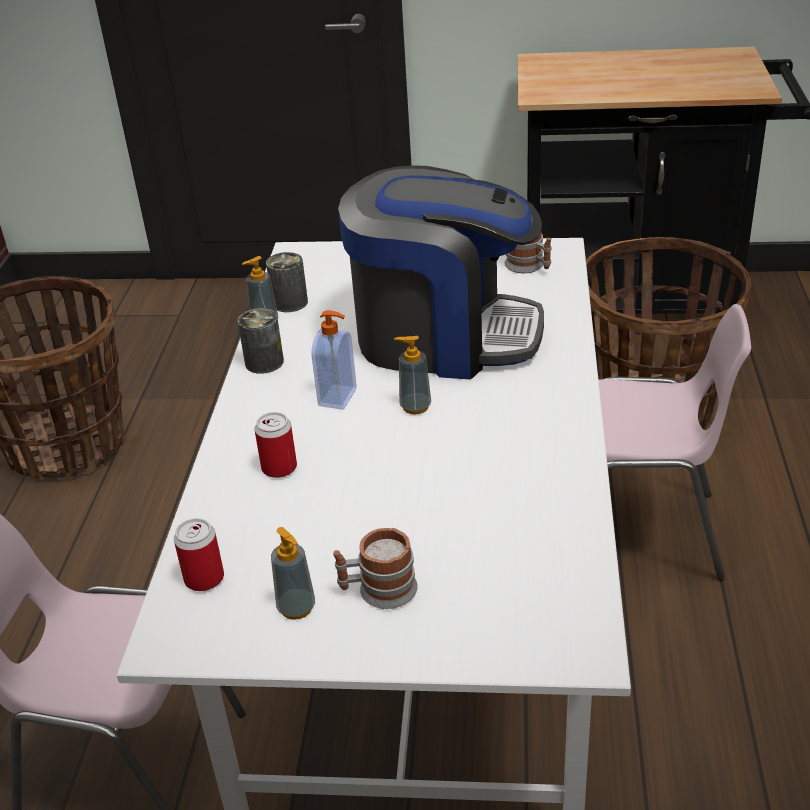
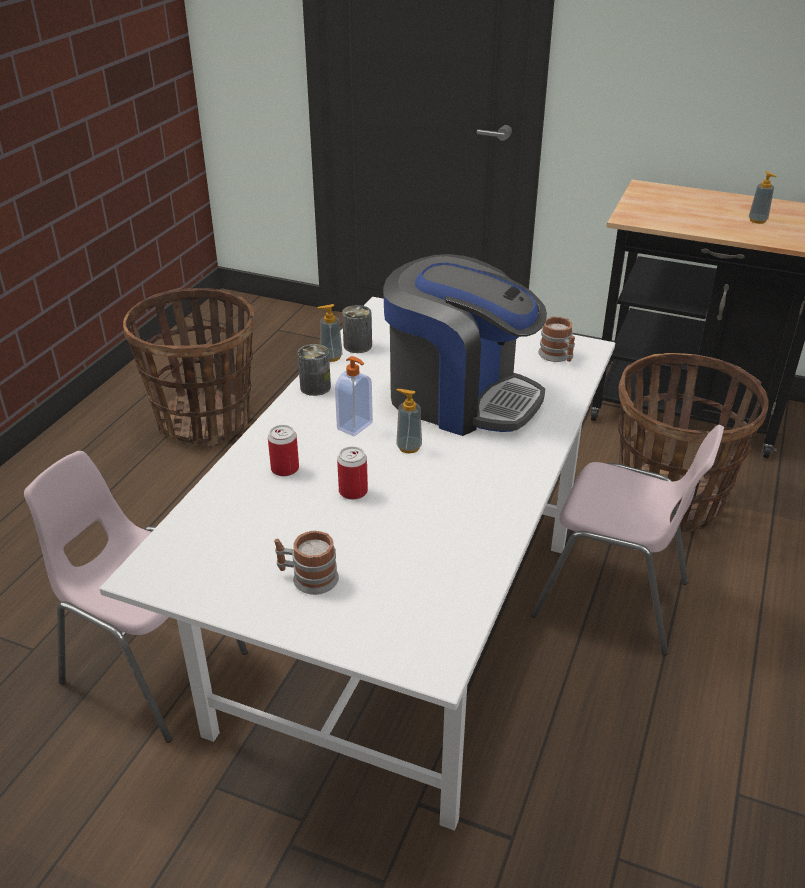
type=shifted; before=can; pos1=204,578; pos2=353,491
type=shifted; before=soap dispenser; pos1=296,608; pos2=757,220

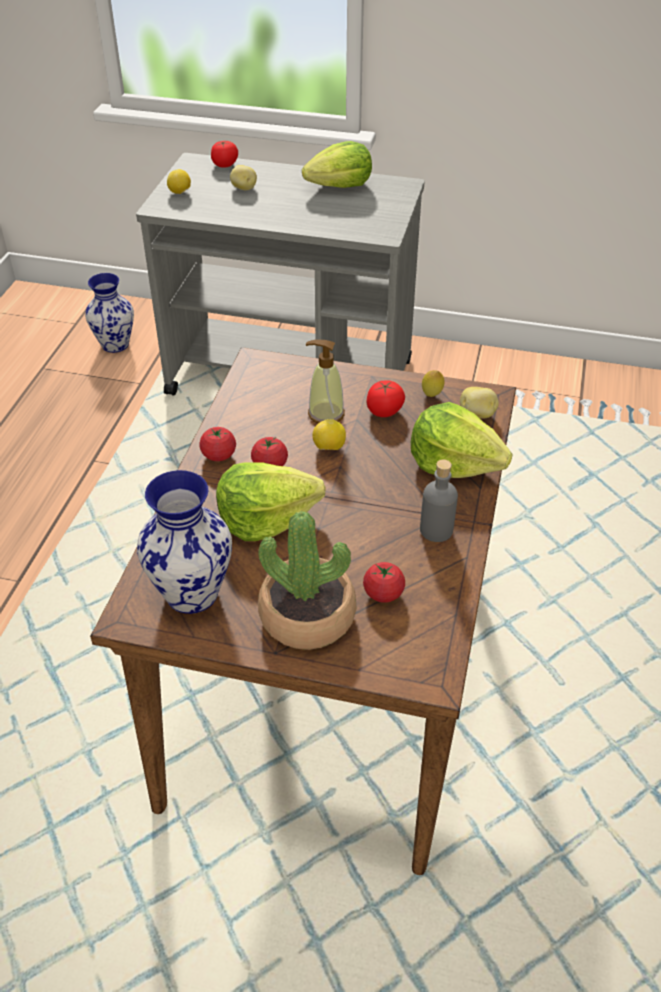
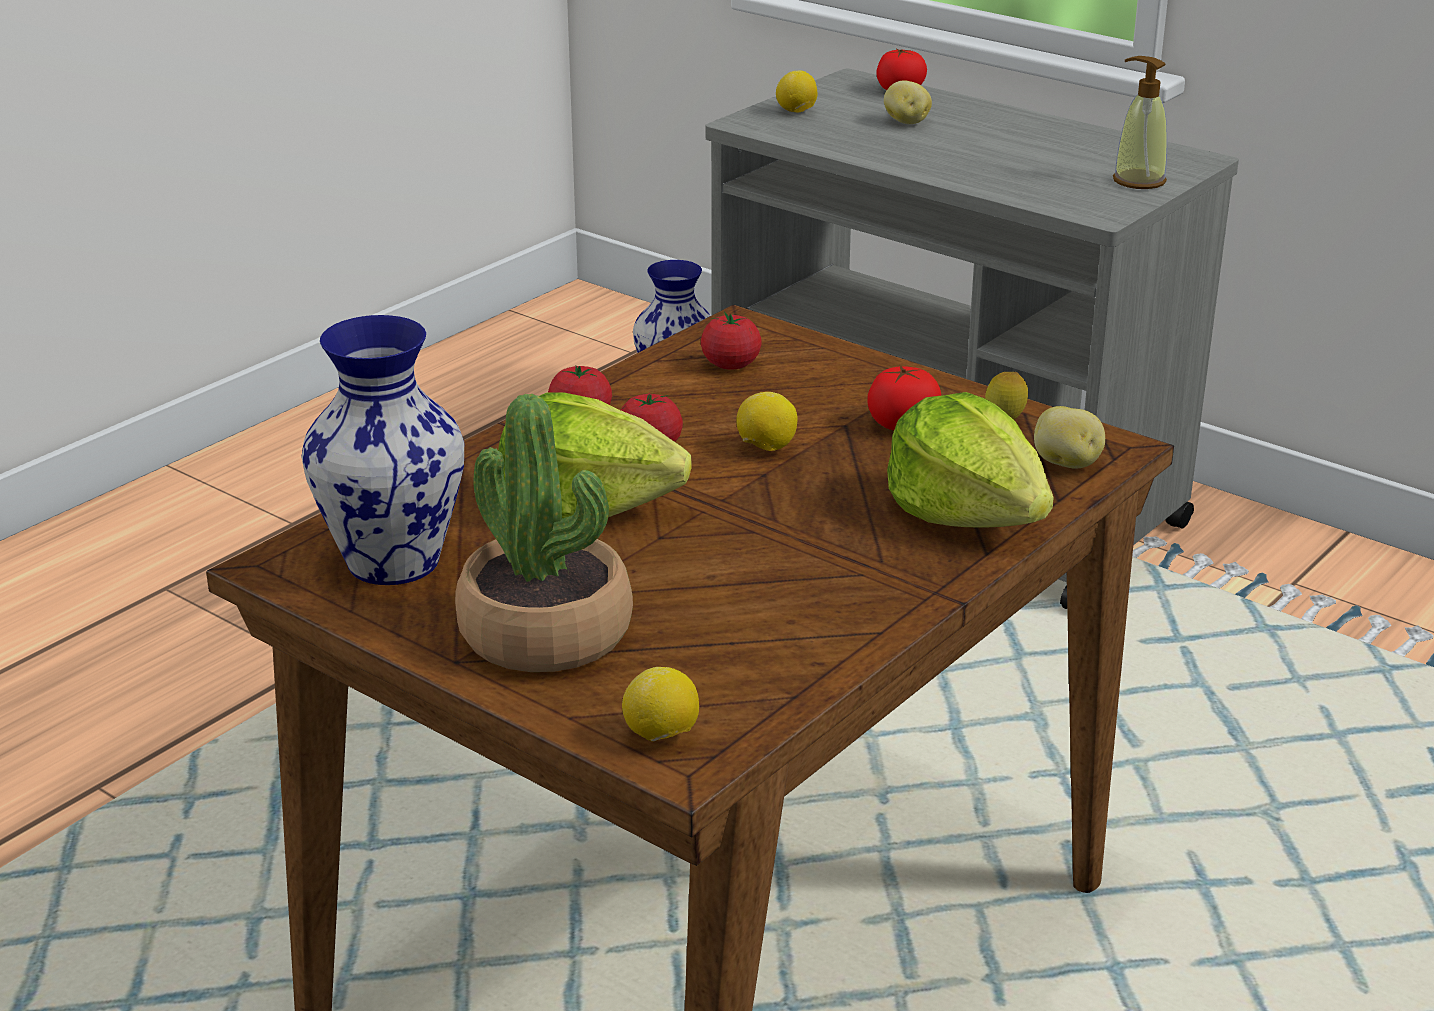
type=new; after=lemon; pos2=661,736
type=shifted; before=tomato; pos1=383,593; pos2=731,364
type=shifted; before=soap dispenser; pos1=325,414; pos2=1138,181
type=gone; before=lettuce; pos1=340,186
type=gone; before=grey bottle; pos1=436,530

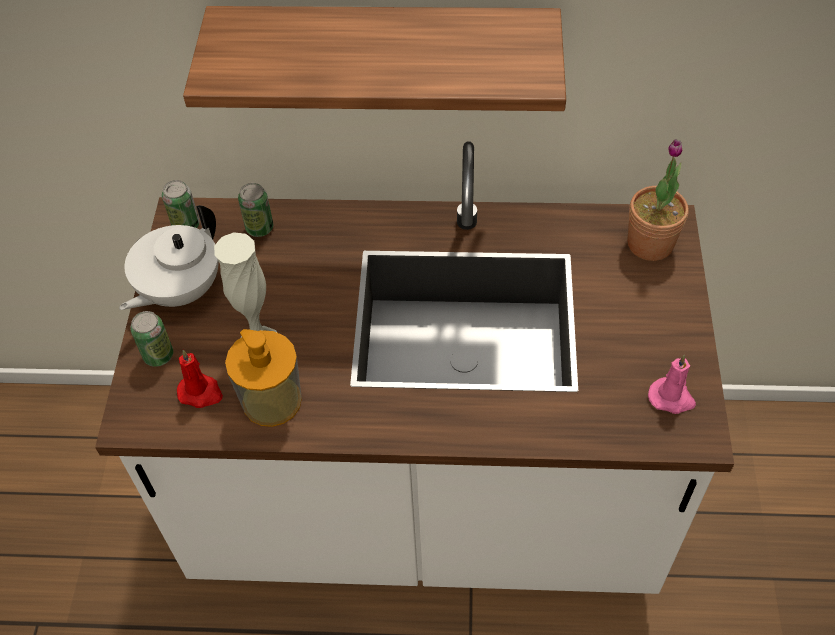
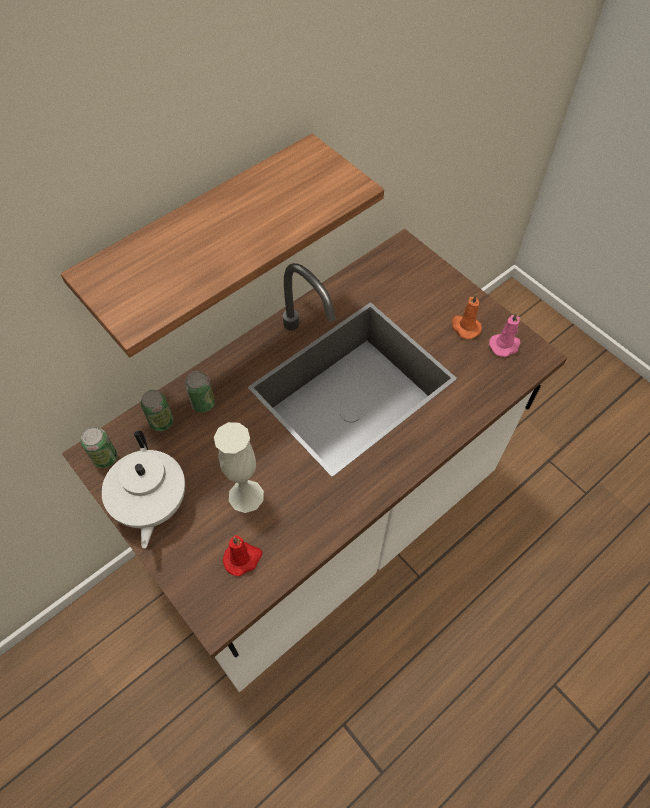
type=shifted; before=can; pos1=158,355; pos2=203,403
type=new; after=orange candle; pos2=465,327
type=gone; before=soap dispenser; pos1=272,400
type=gone; before=potted plant; pos1=650,244

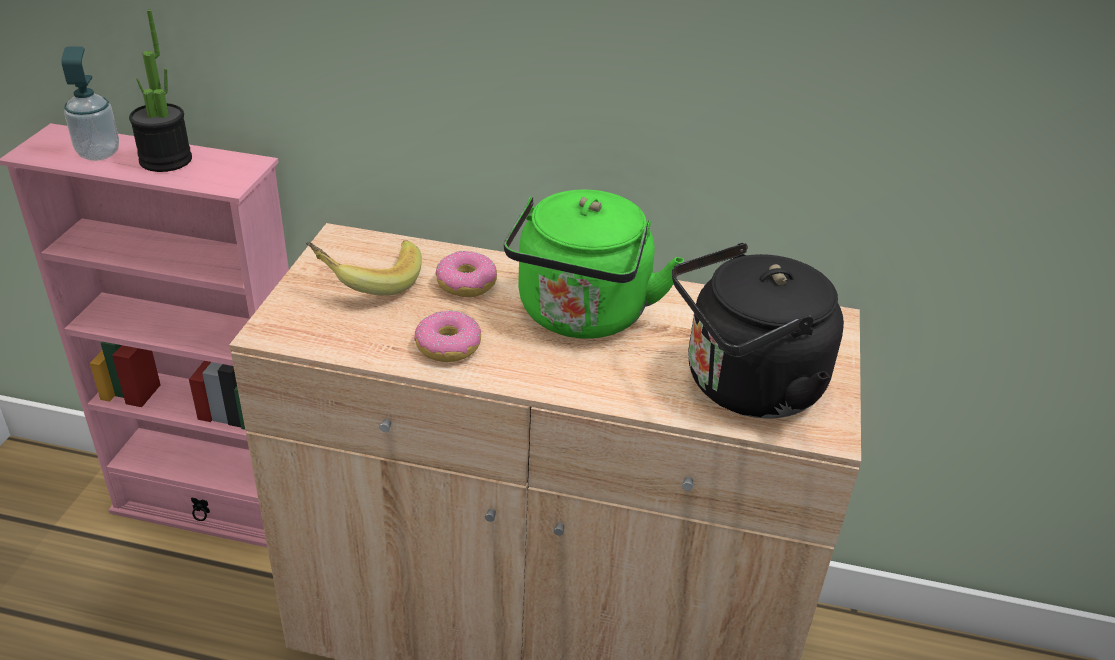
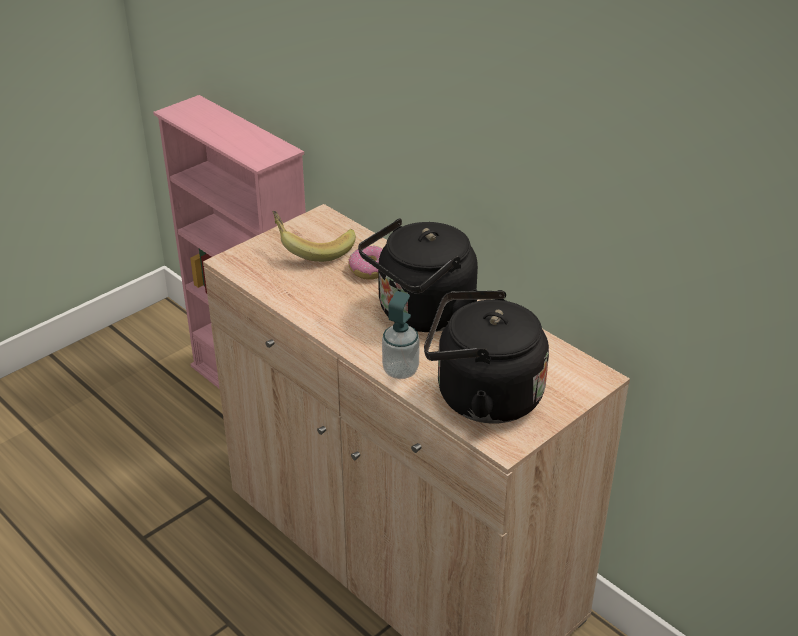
type=repainted; before=green kettle; after=black kettle; pos1=581,316; pos2=422,315
type=shifted; before=soap dispenser; pos1=98,153; pos2=400,371
type=gone; before=potted plant; pos1=166,160
type=gone; before=donut; pos1=448,346

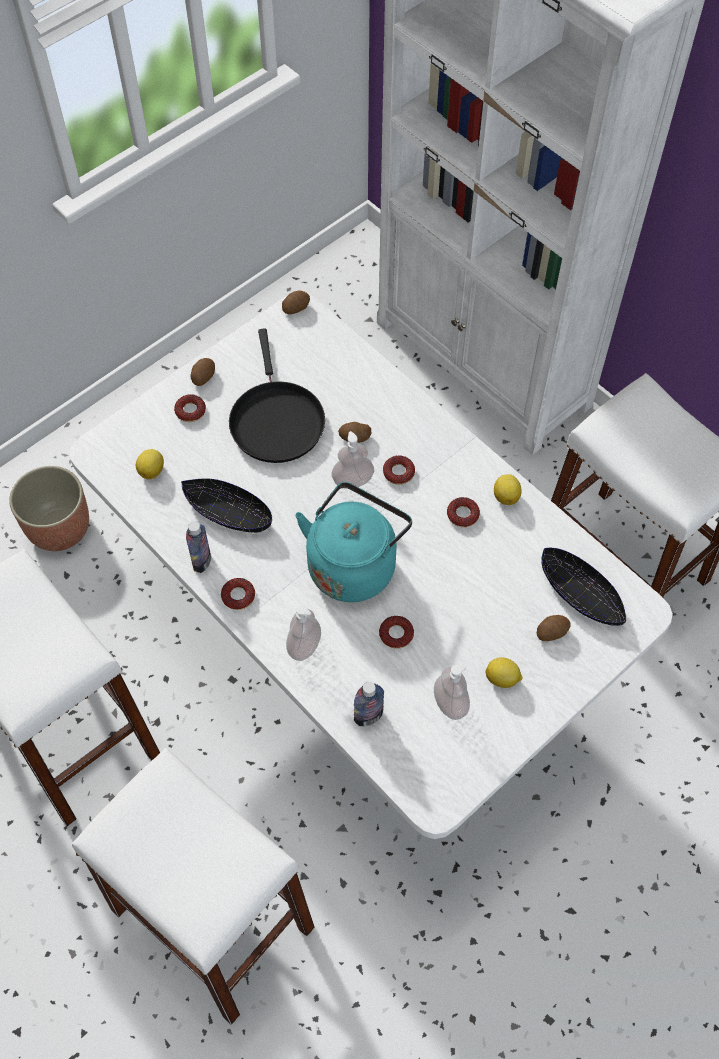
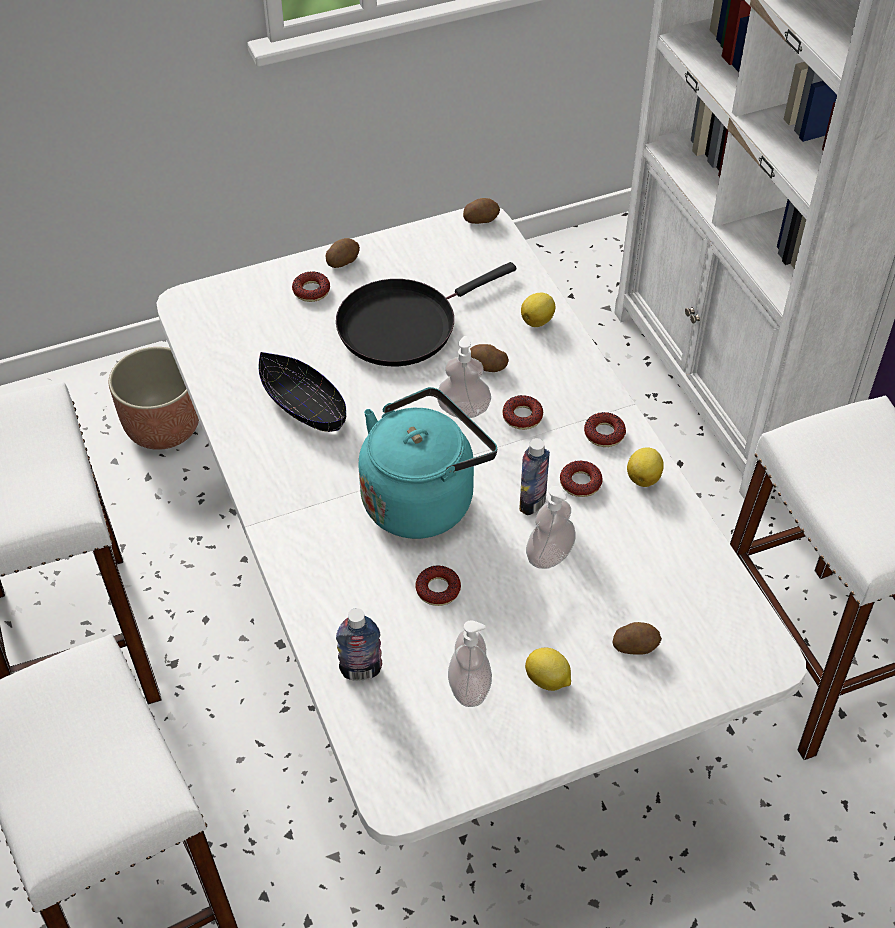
type=rotated; before=black frying pan; pos1=275,420; pos2=403,325; turn=45
type=shifted; before=bottle; pos1=202,561; pos2=532,503
type=shifted; before=lemon; pos1=152,470; pos2=538,320
type=shifted; before=soap dispenser; pos1=304,645; pos2=549,555
type=shifted; before=donut; pos1=238,596; pos2=604,434
type=gone; before=black bowl; pos1=580,594

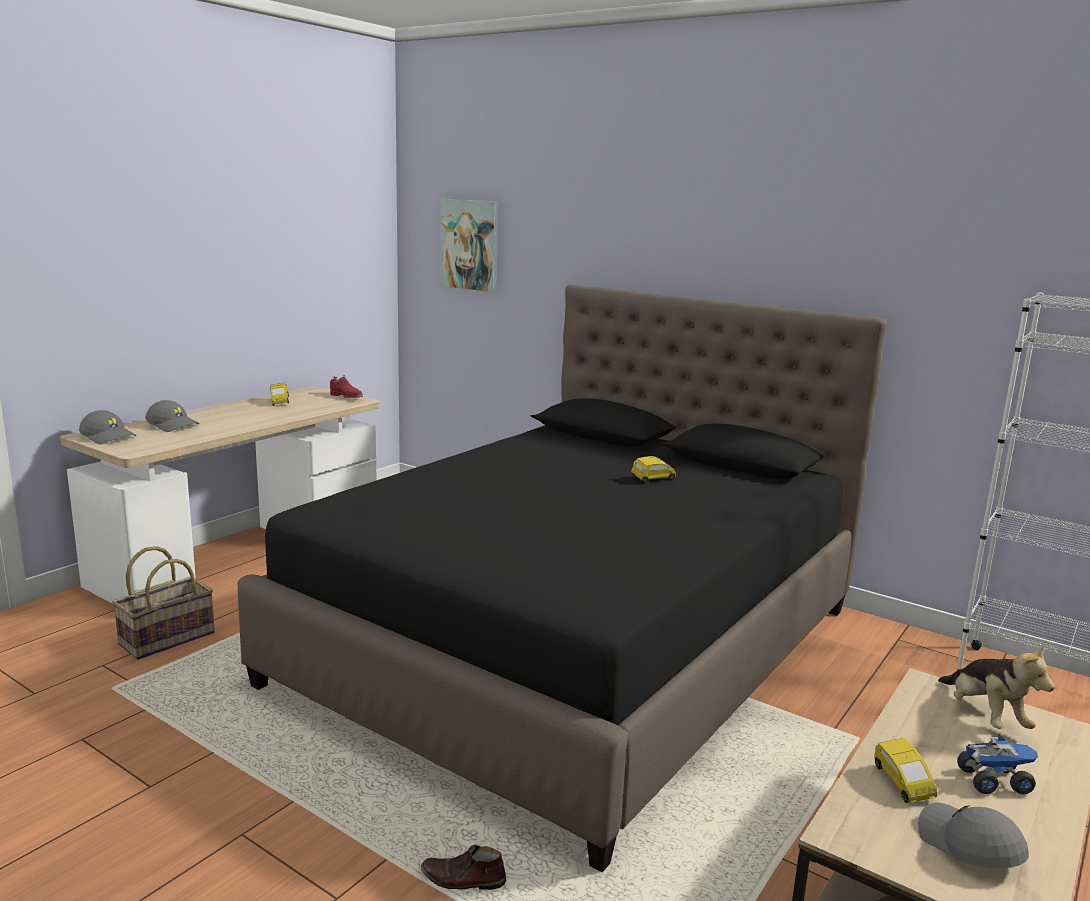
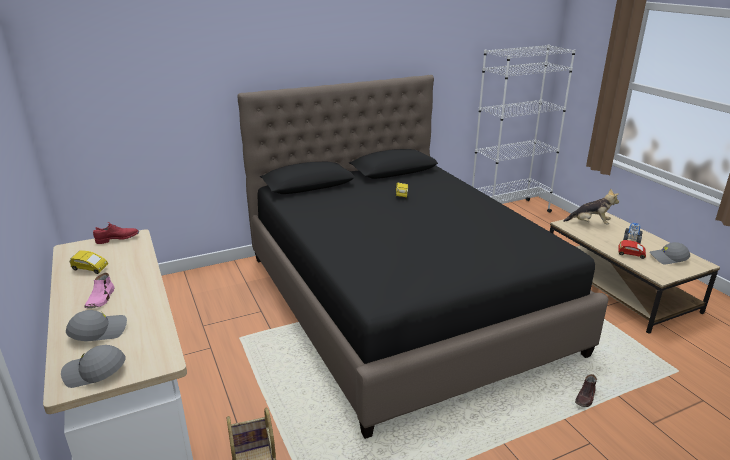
type=rotated; before=grey cap; pos1=109,437; pos2=94,373; turn=-150
type=new; after=pink shoe; pos2=101,299
type=repainted; before=yellow toy car; after=red toy car; pos1=901,783; pos2=631,255
type=gone; before=picture; pos1=470,244

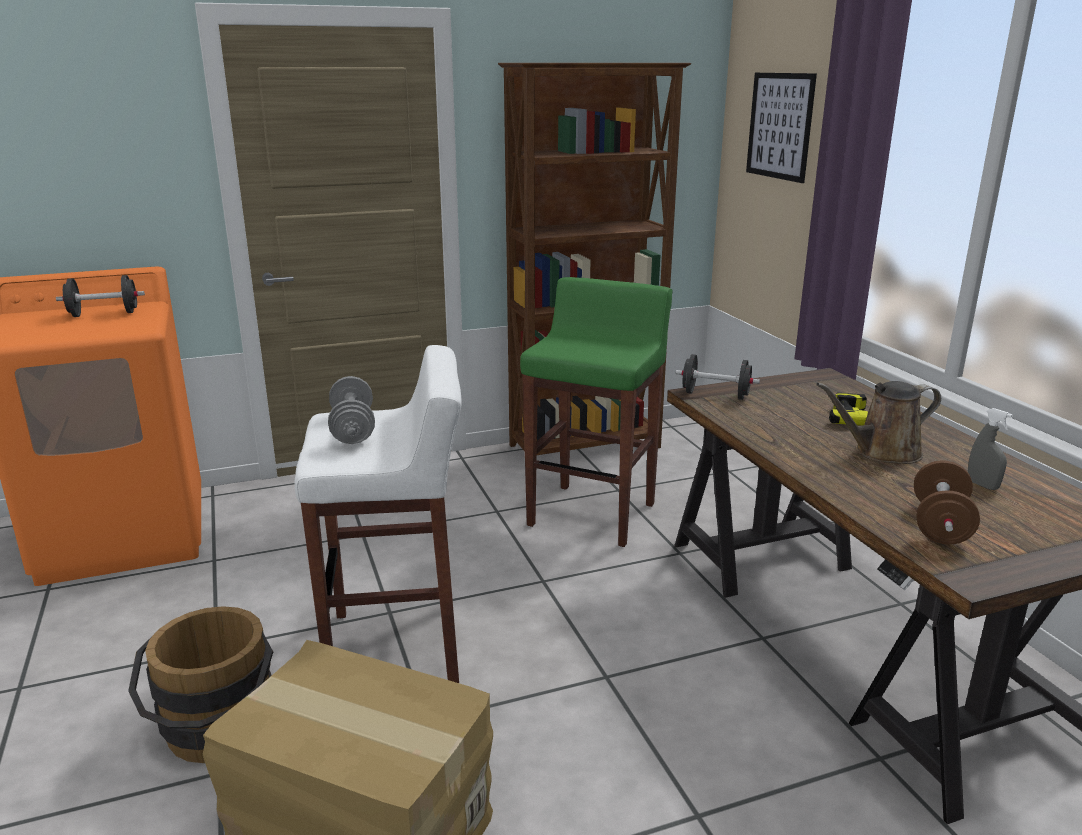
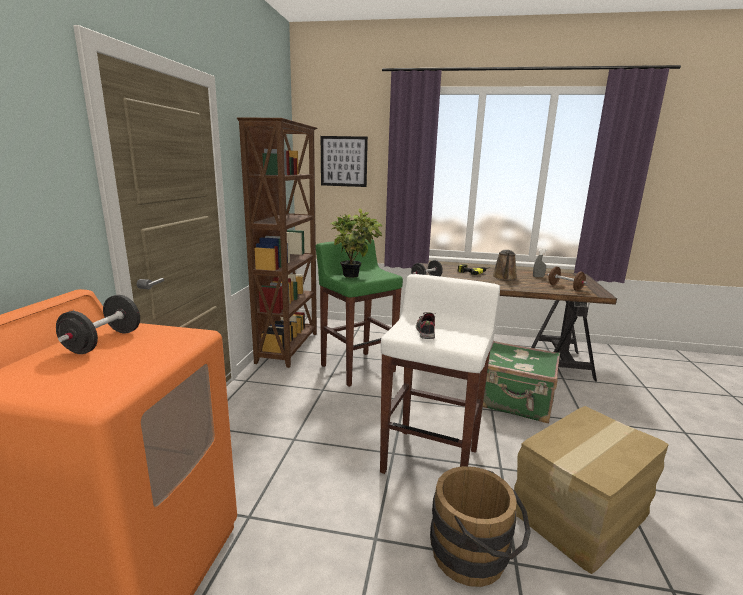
type=new; after=potted plant; pos2=355,276
type=swapped; before=grey dumbbell; after=shoe; pos1=353,429; pos2=425,332
type=new; after=green suitcase; pos2=516,402

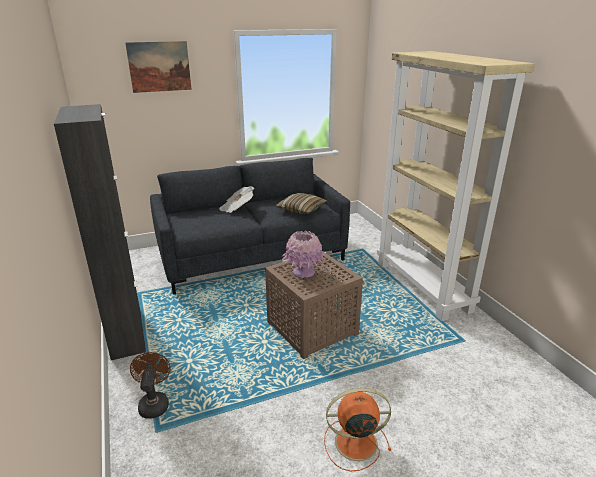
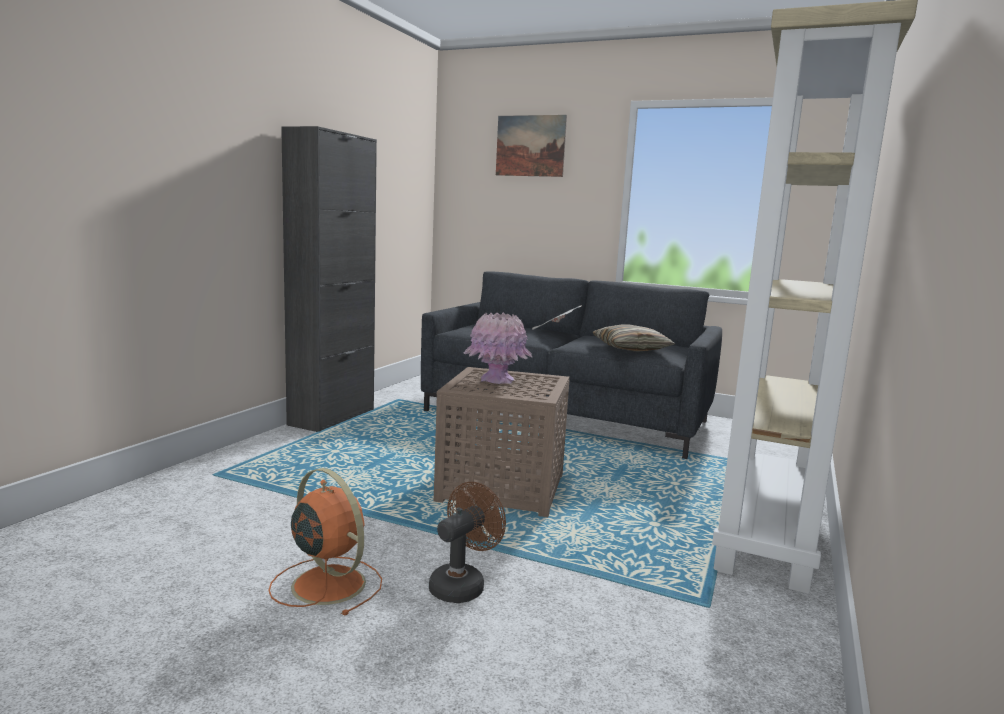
type=shifted; before=brown fan; pos1=154,403; pos2=462,585

